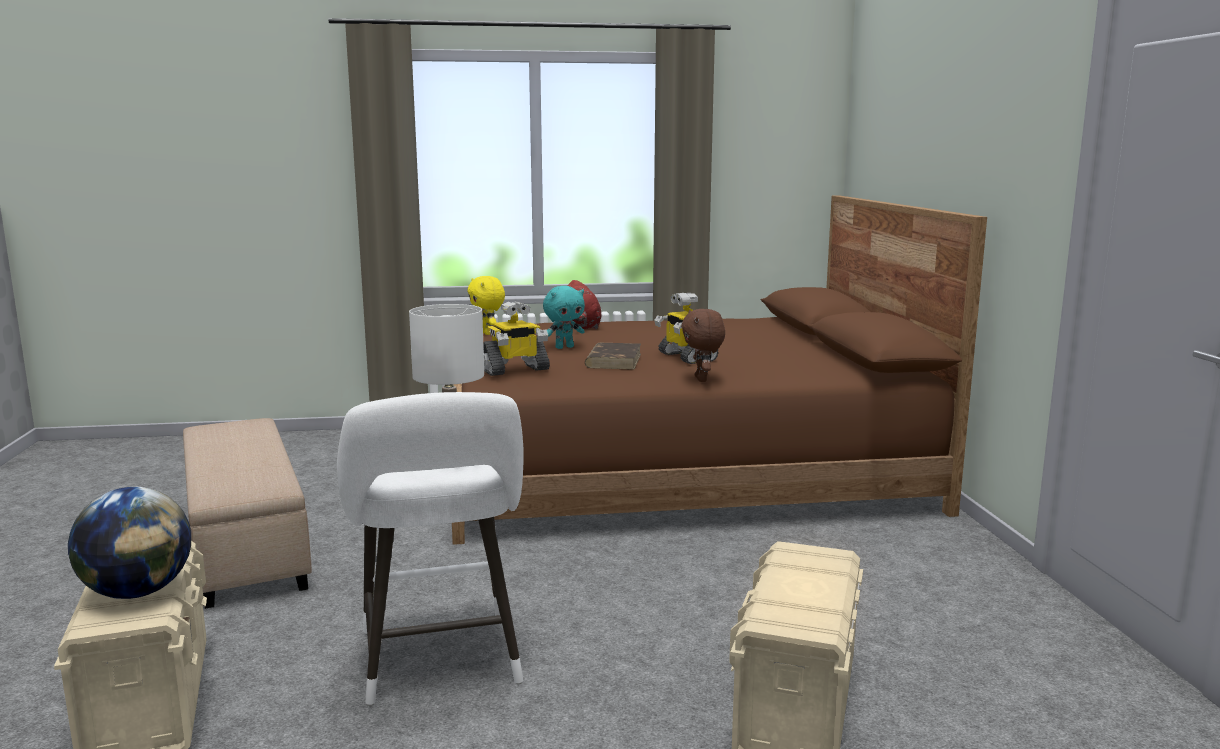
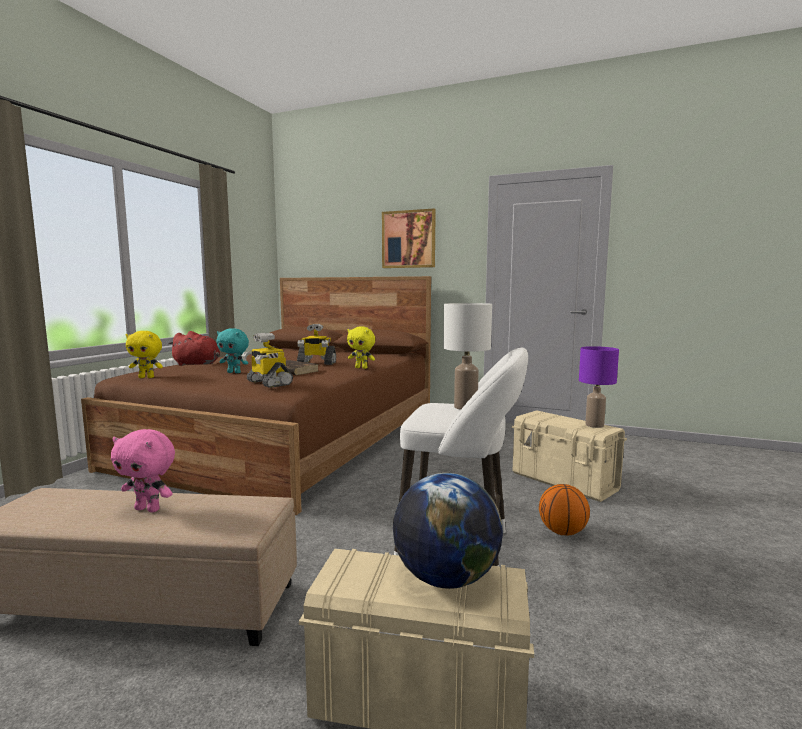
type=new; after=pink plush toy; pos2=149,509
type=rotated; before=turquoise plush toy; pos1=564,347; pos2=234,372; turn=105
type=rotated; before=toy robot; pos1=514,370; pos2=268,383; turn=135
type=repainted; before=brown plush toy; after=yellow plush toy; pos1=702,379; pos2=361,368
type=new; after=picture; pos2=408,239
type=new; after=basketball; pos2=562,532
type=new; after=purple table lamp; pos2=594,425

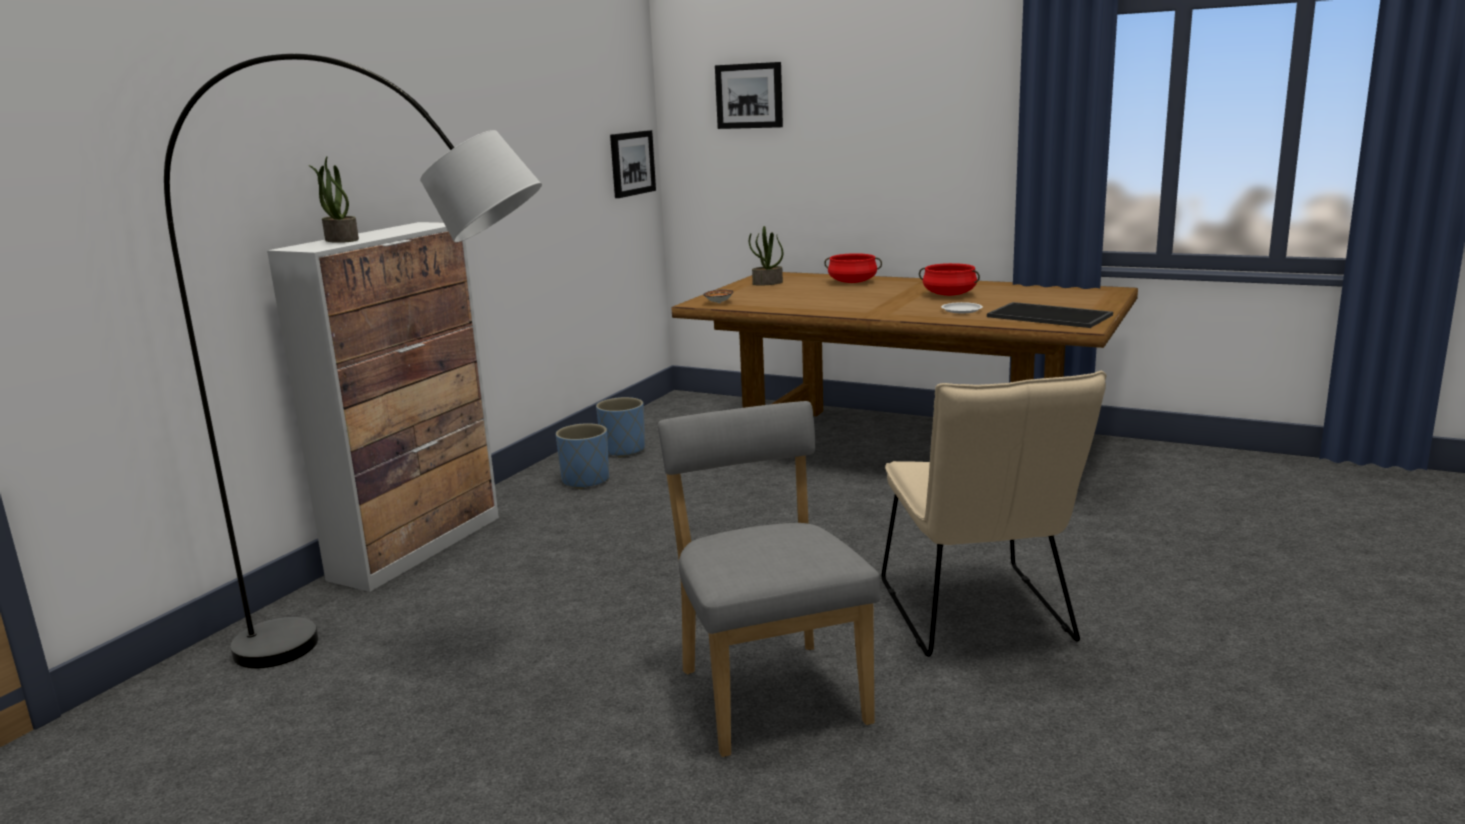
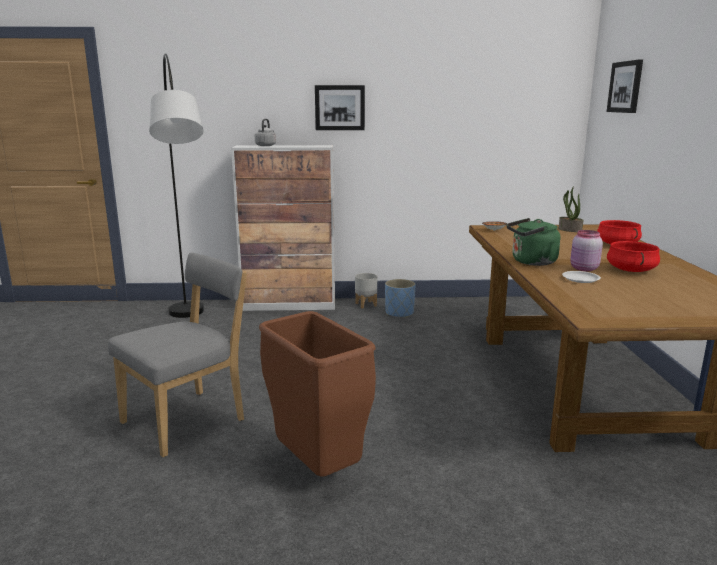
type=swapped; before=potted plant; after=grey kettle; pos1=341,240; pos2=266,145
type=swapped; before=beige chair; after=brown trash can; pos1=979,617; pos2=316,469
type=shifted; before=picture; pos1=631,163; pos2=339,107
type=new; after=grey planter; pos2=366,304
type=new; after=green kettle; pos2=531,262
type=new; after=pink jar; pos2=583,269
type=gone; before=blue planter; pos1=623,450
type=gone; before=tray; pos1=1051,316

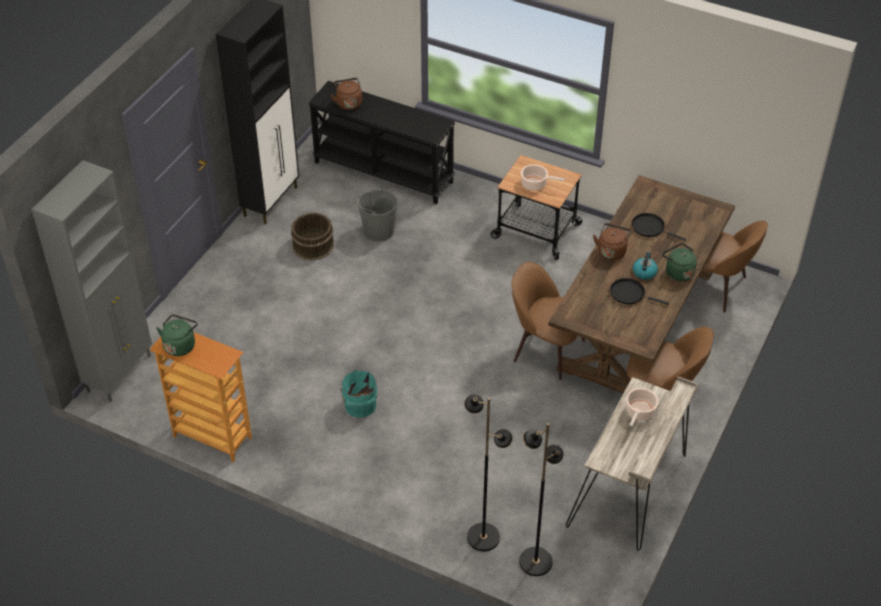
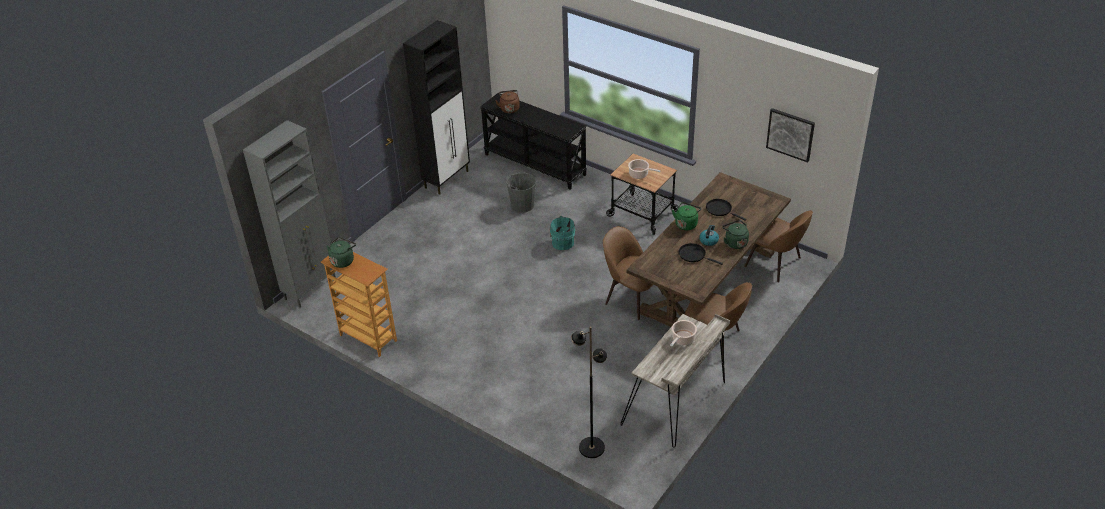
type=shifted; before=turquoise bucket; pos1=358,405; pos2=561,242
type=repainted; before=brown kettle; after=green kettle; pos1=611,251; pos2=686,224
type=new; after=picture; pos2=790,134
type=gone; before=brown bucket; pos1=313,245
type=gone; before=black floor lamp; pos1=483,537

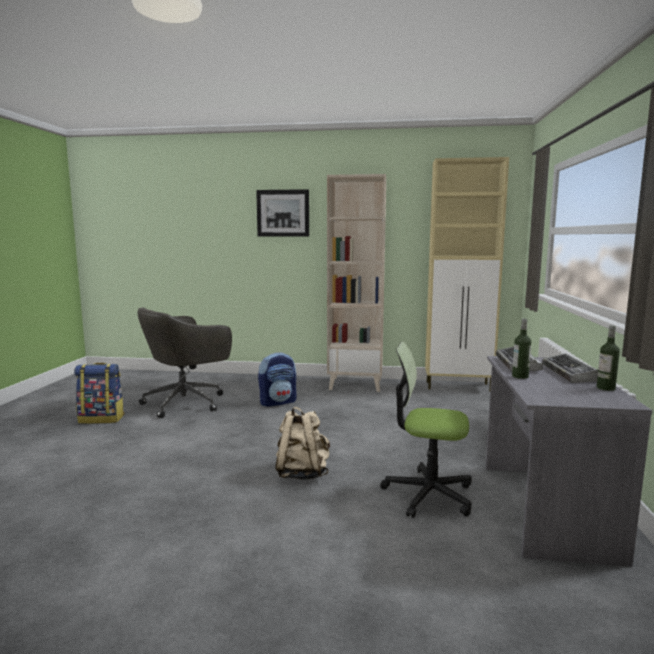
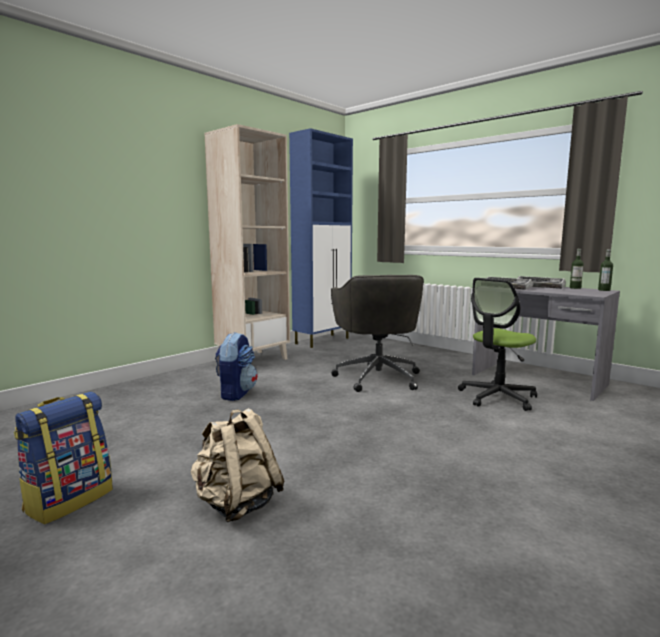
type=shifted; before=beige backpack; pos1=302,473; pos2=237,504
type=repainted; before=beige cabinet; after=blue cabinet; pos1=459,386; pos2=323,341
type=shifted; before=grey office chair; pos1=187,402; pos2=377,377
type=shifted; before=bottle; pos1=520,376; pos2=604,290
type=gone; before=picture; pos1=283,213

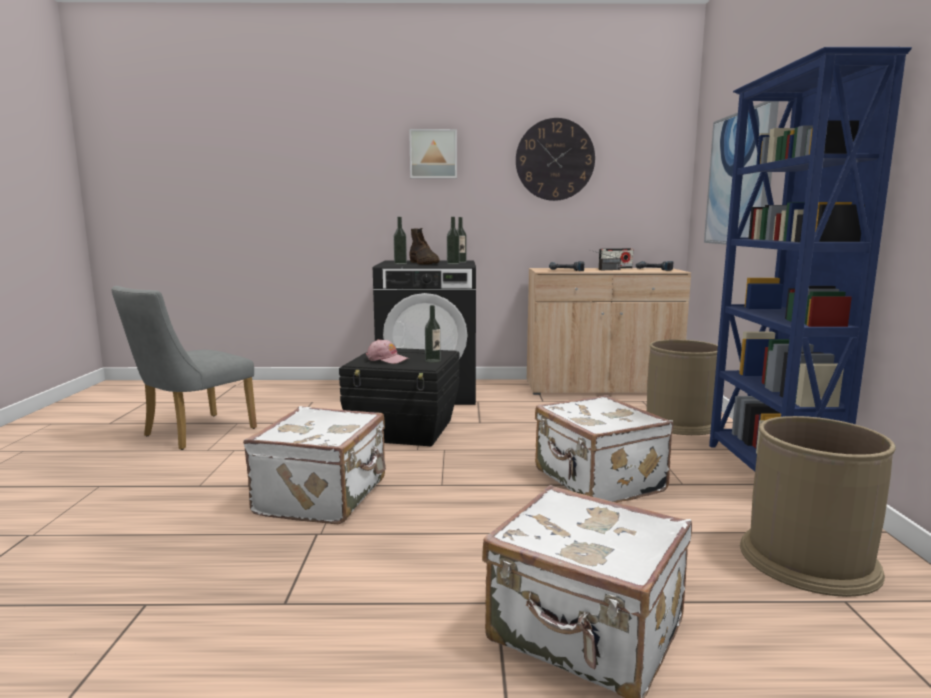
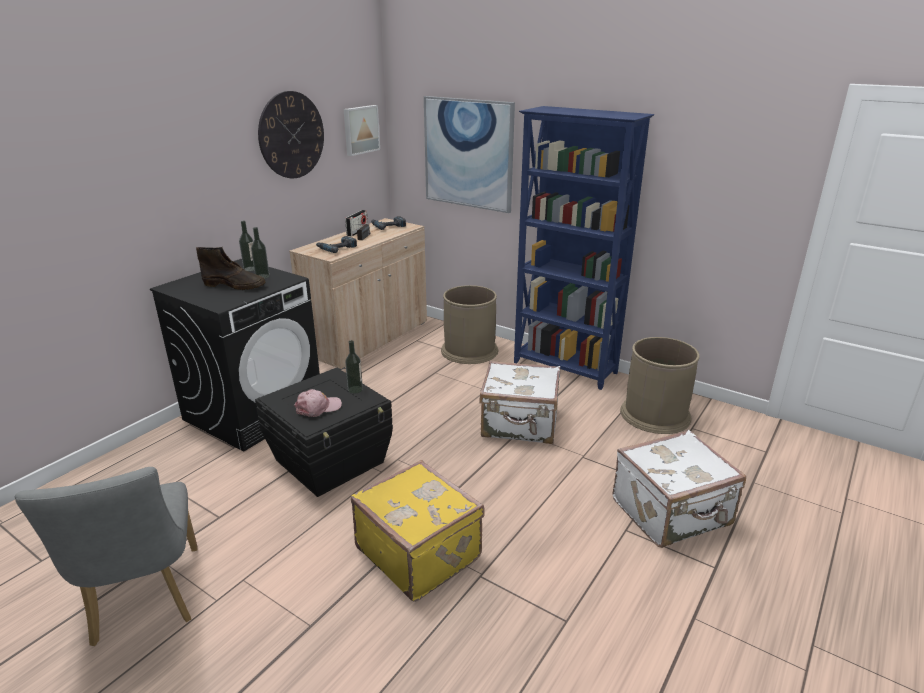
type=shifted; before=picture; pos1=433,154; pos2=360,130
type=repainted; before=white suitcase; after=yellow suitcase; pos1=324,497; pos2=419,552
type=gone; before=bottle; pos1=400,263

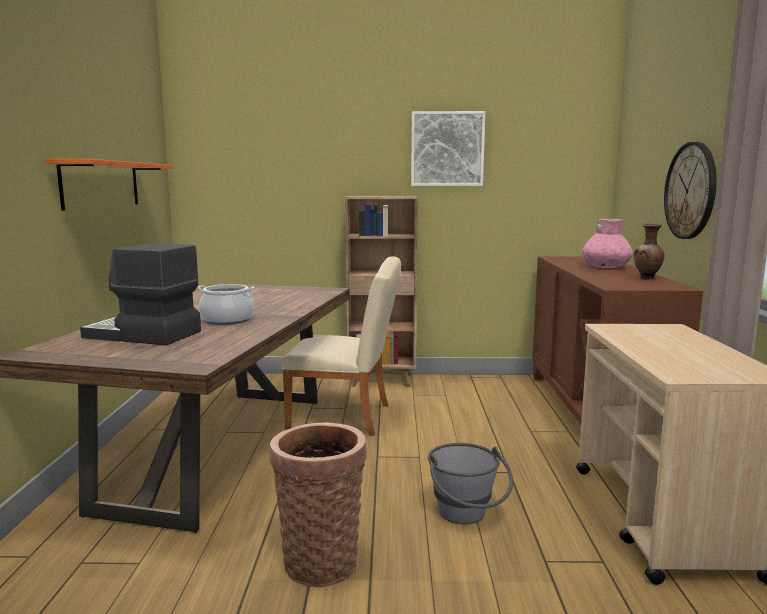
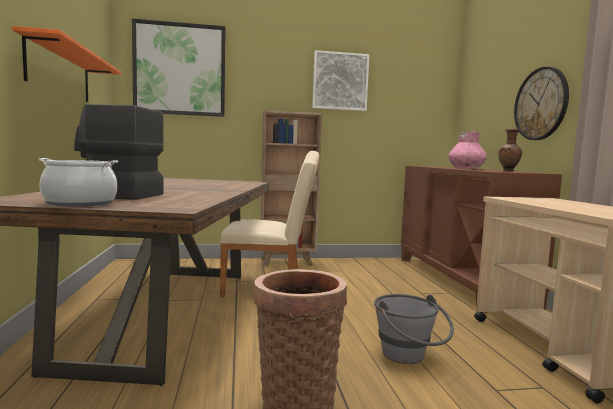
type=shifted; before=cooking pot; pos1=227,320; pos2=80,203
type=new; after=picture; pos2=180,69

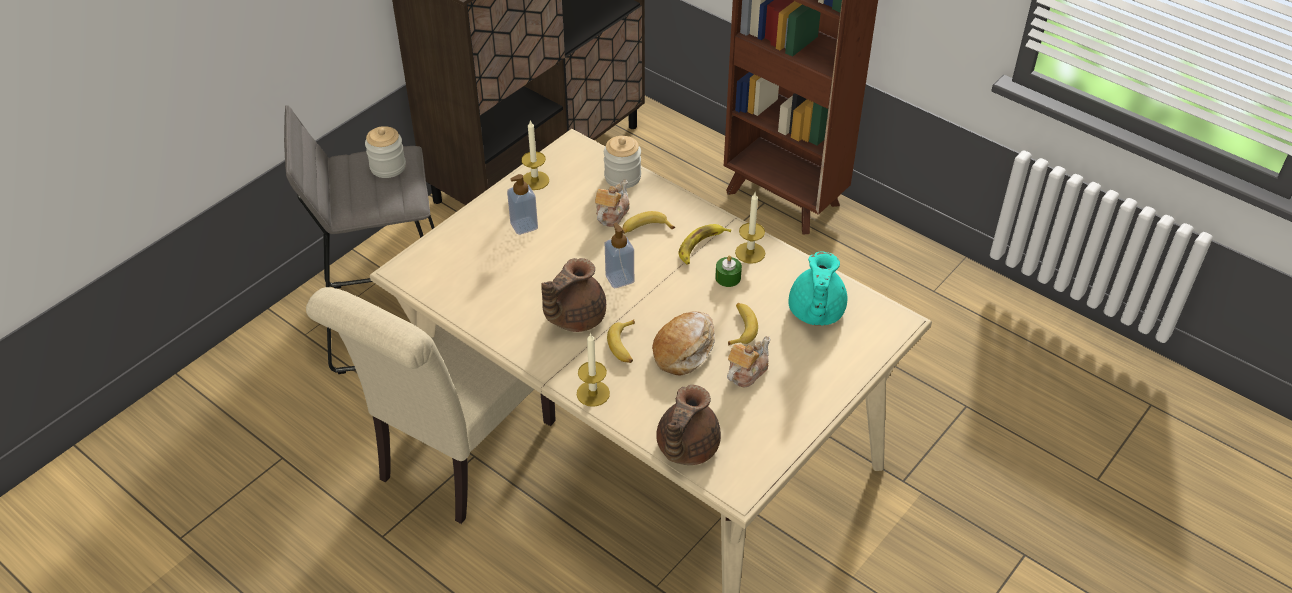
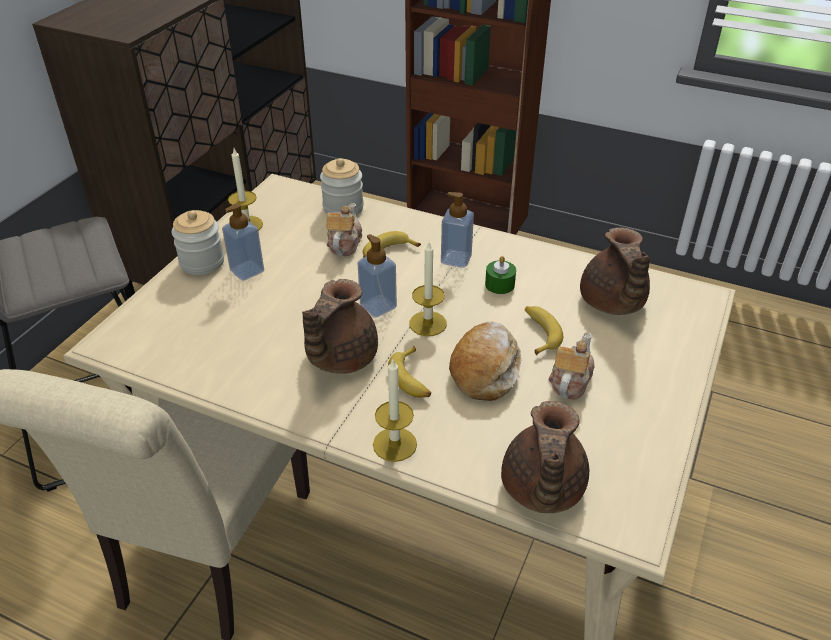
type=shifted; before=jar; pos1=388,167; pos2=202,262
type=shifted; before=candle; pos1=750,253; pos2=428,323
type=swapped; before=banana; after=soap dispenser; pos1=701,246; pos2=456,259
type=repainted; before=turquoise teapot; after=brown teapot; pos1=815,312; pos2=612,303

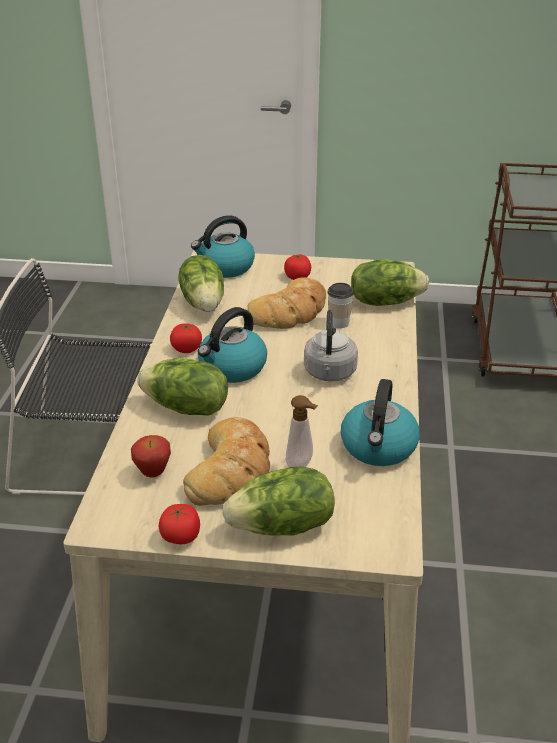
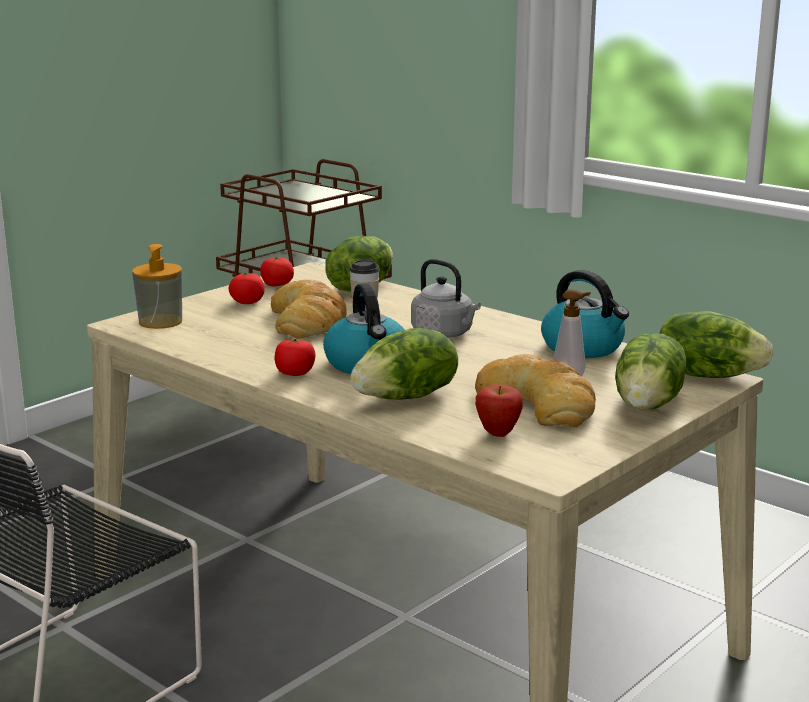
type=swapped; before=kettle; after=soap dispenser; pos1=225,267; pos2=160,321
type=shifted; before=tomato; pos1=181,536; pos2=277,285
type=shifted; before=lettuce; pos1=204,303; pos2=707,375

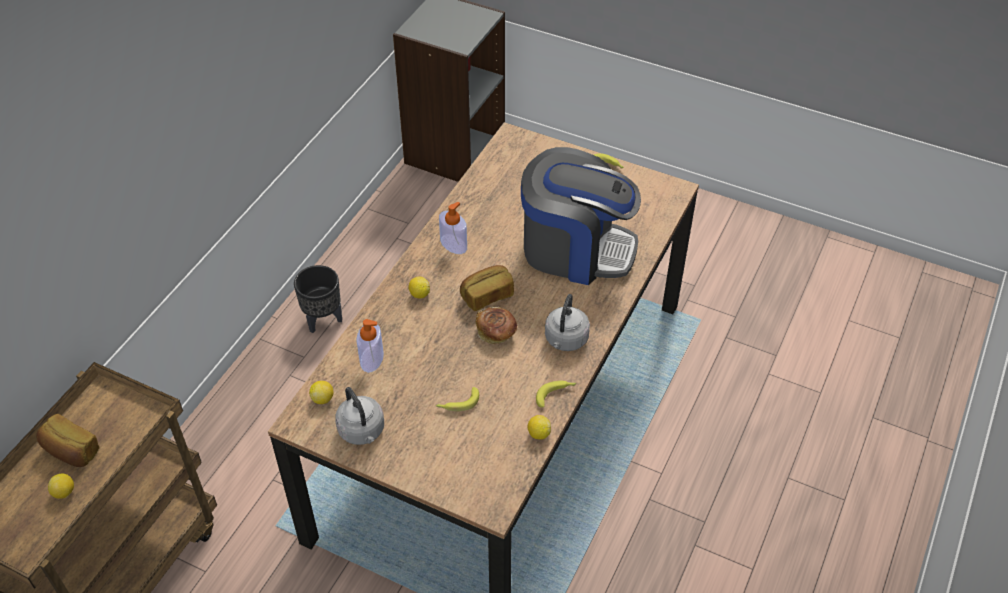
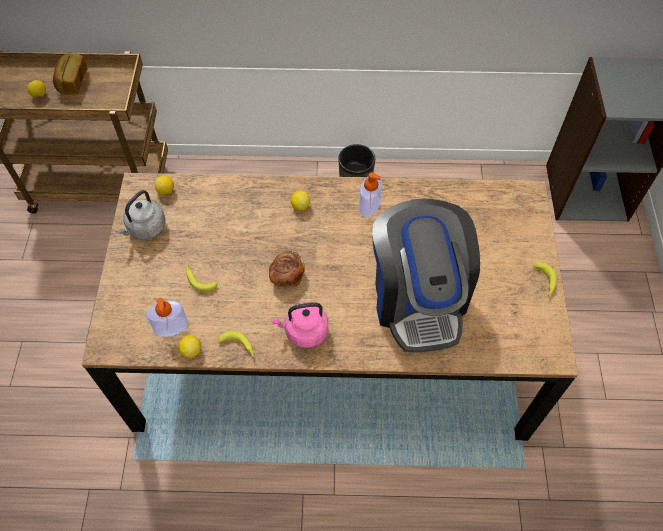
type=shifted; before=soap dispenser; pos1=371,358; pos2=171,326
type=repainted; before=grey kettle; after=pink kettle; pos1=565,340; pos2=304,331
type=gone; before=bread; pos1=487,296

